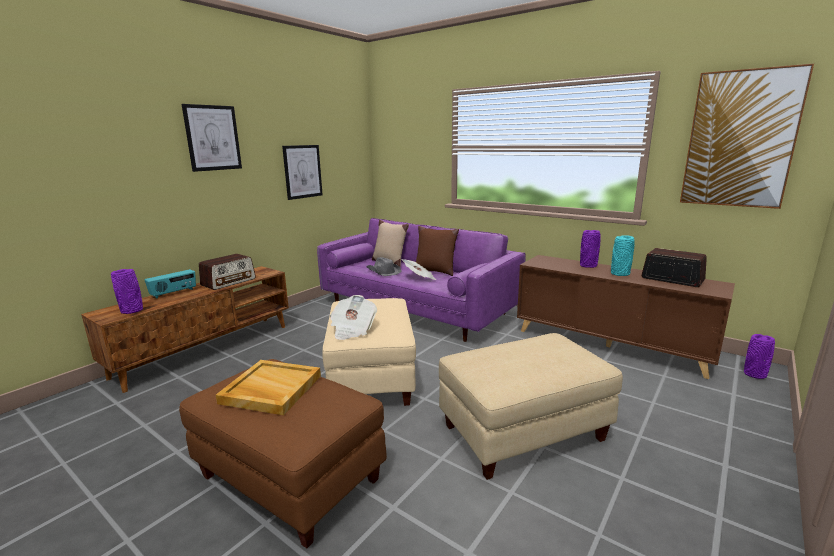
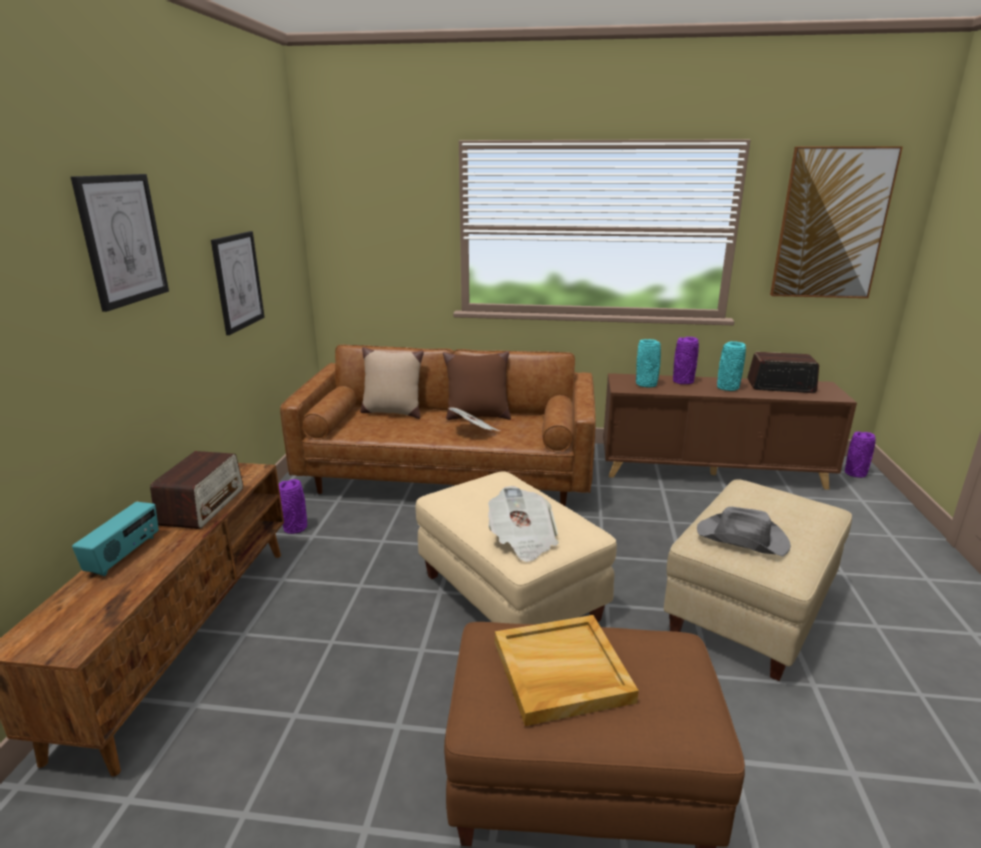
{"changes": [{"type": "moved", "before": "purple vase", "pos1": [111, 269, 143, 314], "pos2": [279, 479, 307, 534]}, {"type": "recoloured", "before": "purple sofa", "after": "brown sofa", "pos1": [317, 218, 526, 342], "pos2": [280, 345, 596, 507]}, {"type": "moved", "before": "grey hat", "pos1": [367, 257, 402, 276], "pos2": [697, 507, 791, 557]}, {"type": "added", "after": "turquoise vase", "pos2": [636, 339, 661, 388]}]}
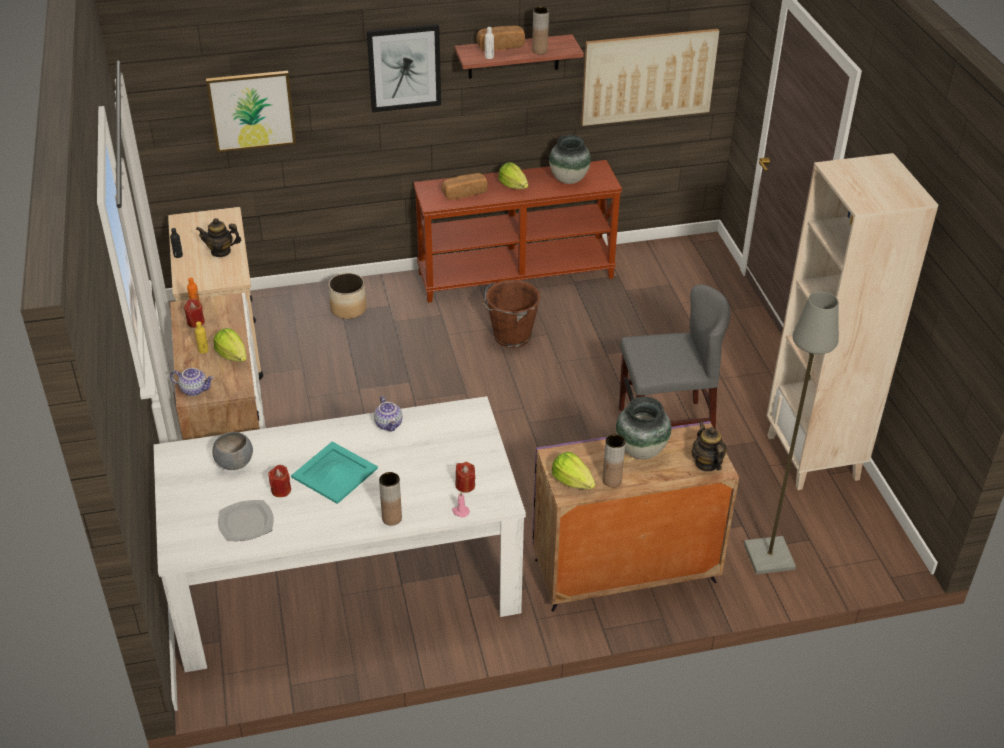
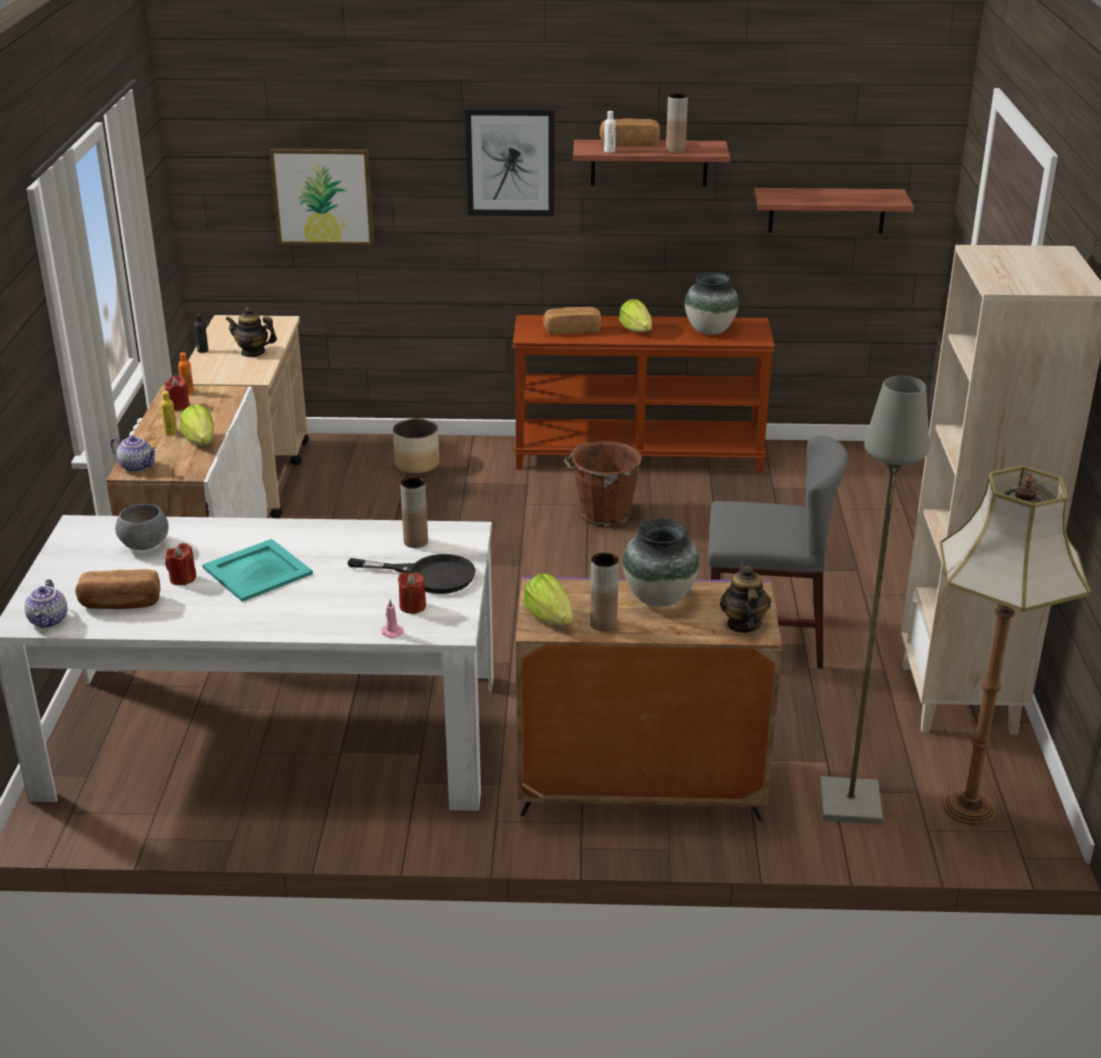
{"changes": [{"type": "replaced", "before": "plate", "after": "bread", "pos1": [218, 500, 274, 541], "pos2": [76, 569, 160, 609]}, {"type": "moved", "before": "teapot", "pos1": [374, 396, 402, 432], "pos2": [24, 579, 67, 628]}, {"type": "moved", "before": "brown vase", "pos1": [379, 472, 402, 526], "pos2": [400, 477, 428, 548]}, {"type": "replaced", "before": "picture", "after": "shelf", "pos1": [581, 29, 719, 126], "pos2": [754, 188, 914, 234]}, {"type": "added", "after": "black frying pan", "pos2": [347, 554, 476, 594]}, {"type": "added", "after": "floor lamp", "pos2": [940, 466, 1090, 826]}]}
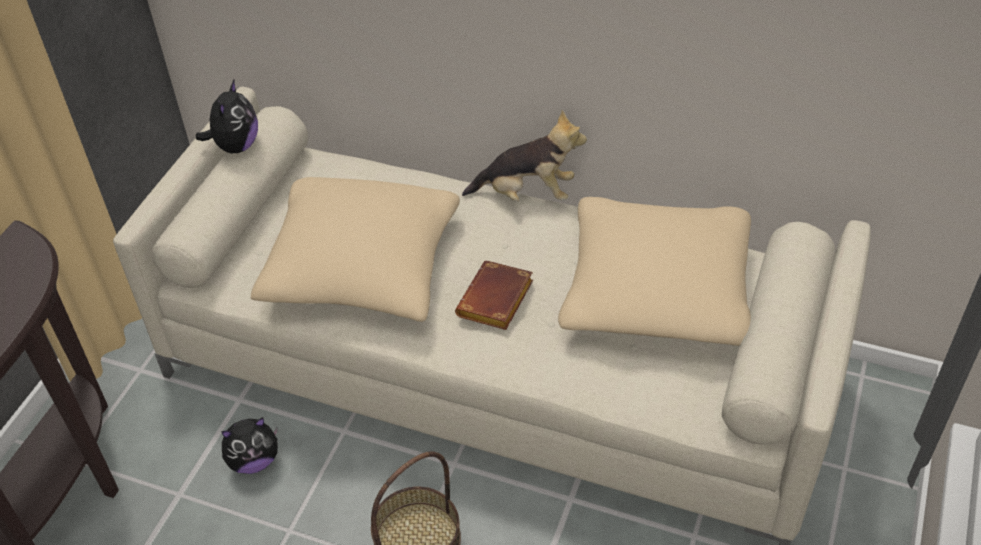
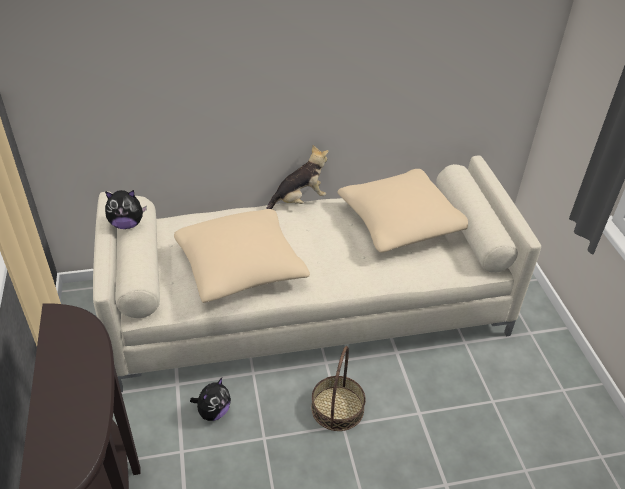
{"changes": [{"type": "turned", "before": "plush toy", "pos1": [196, 80, 258, 153], "pos2": [105, 190, 147, 229], "turn": 105}, {"type": "removed", "before": "brown book", "pos1": [455, 260, 533, 330]}]}
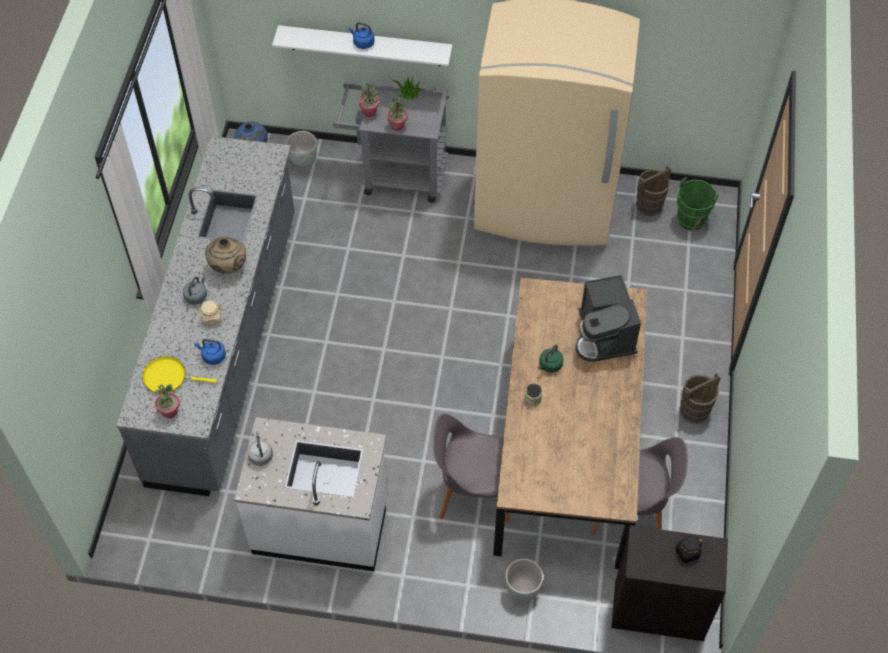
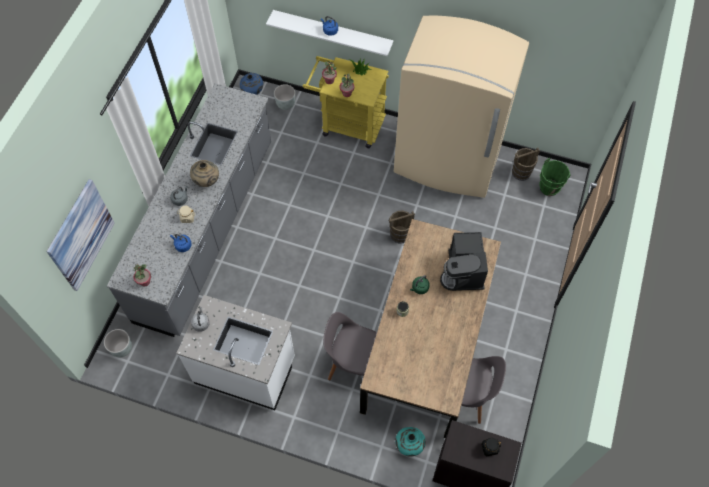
{"changes": [{"type": "removed", "before": "yellow frying pan", "pos1": [142, 356, 217, 394]}, {"type": "recoloured", "before": "grey cart", "after": "yellow cart", "pos1": [333, 80, 449, 203], "pos2": [303, 56, 389, 148]}, {"type": "moved", "before": "grey planter", "pos1": [506, 559, 543, 602], "pos2": [104, 329, 132, 357]}, {"type": "moved", "before": "brown bucket", "pos1": [680, 373, 721, 424], "pos2": [389, 211, 415, 244]}, {"type": "added", "after": "picture", "pos2": [46, 179, 115, 291]}, {"type": "added", "after": "turquoise vase", "pos2": [395, 427, 426, 457]}]}
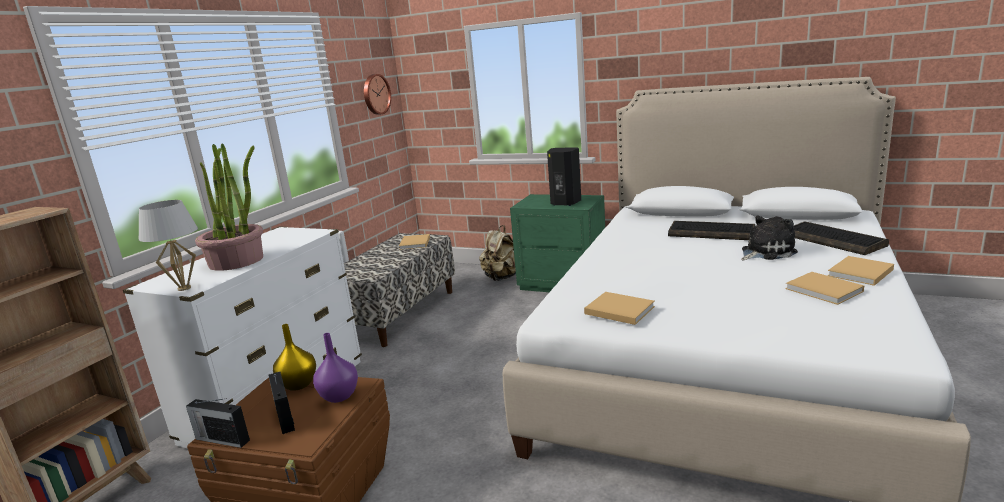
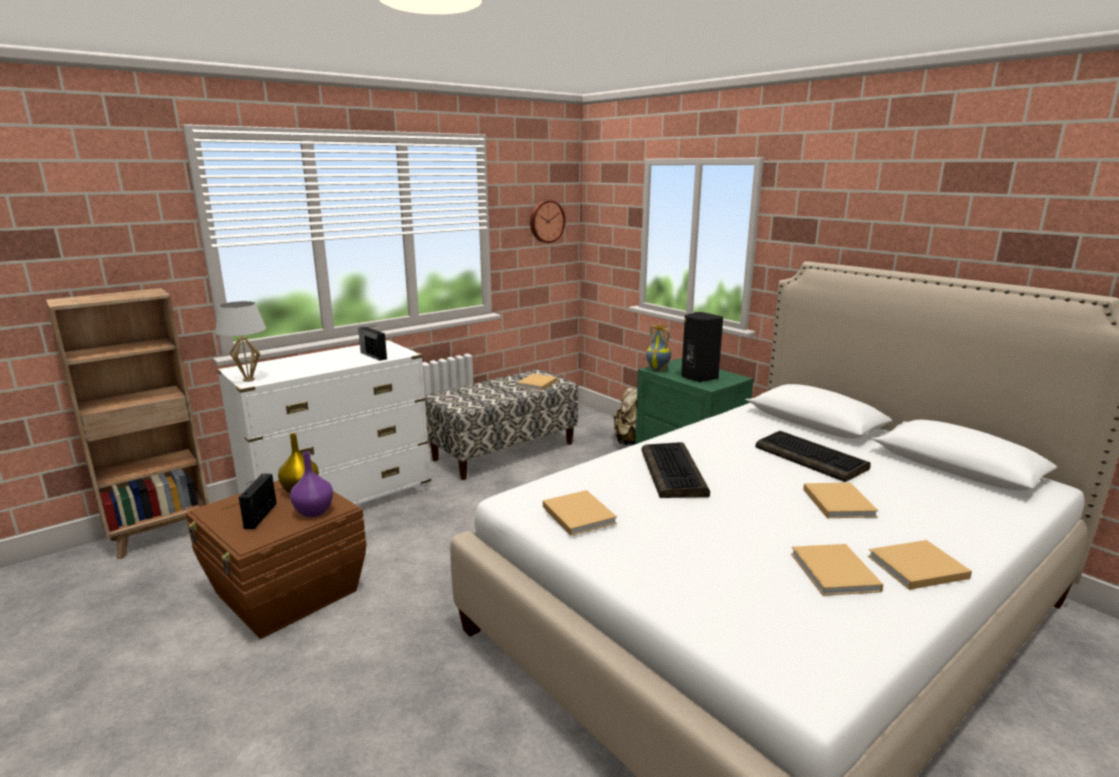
{"changes": [{"type": "moved", "before": "radio", "pos1": [186, 399, 250, 448], "pos2": [358, 325, 387, 361]}, {"type": "removed", "before": "potted plant", "pos1": [195, 144, 263, 271]}, {"type": "replaced", "before": "plush toy", "after": "beige book", "pos1": [741, 216, 798, 261], "pos2": [803, 483, 878, 518]}, {"type": "moved", "before": "keyboard", "pos1": [794, 221, 889, 255], "pos2": [642, 442, 710, 498]}, {"type": "added", "after": "vase", "pos2": [646, 325, 671, 372]}]}
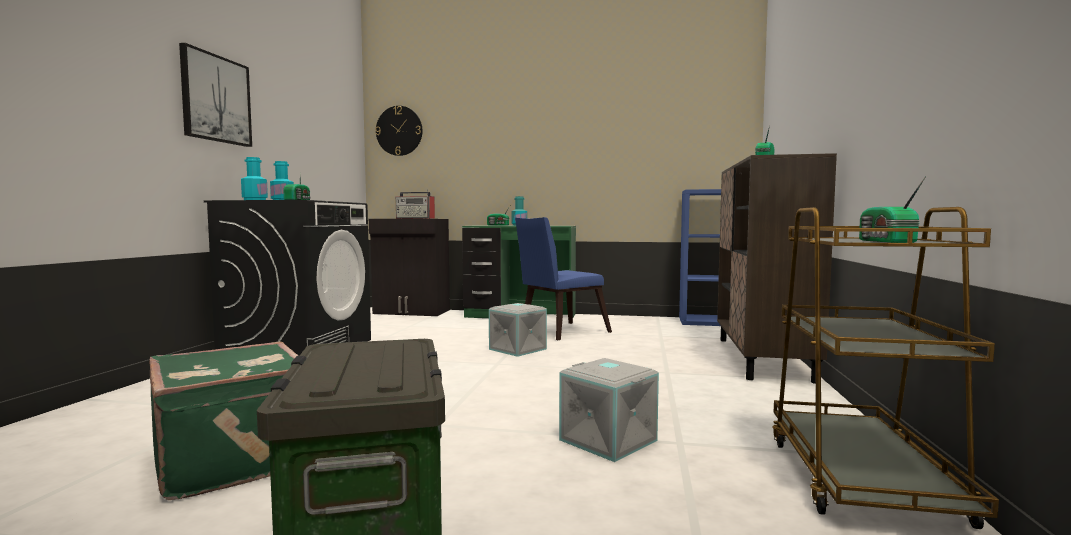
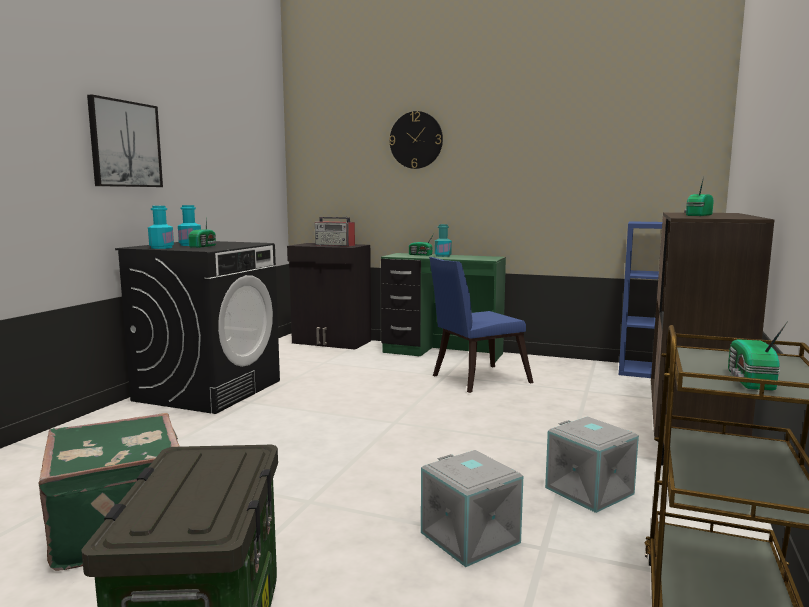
{"changes": [{"type": "moved", "before": "wall clock", "pos1": [375, 106, 422, 156], "pos2": [389, 111, 443, 169]}, {"type": "moved", "before": "grey storage box", "pos1": [489, 303, 547, 357], "pos2": [545, 417, 639, 513]}]}
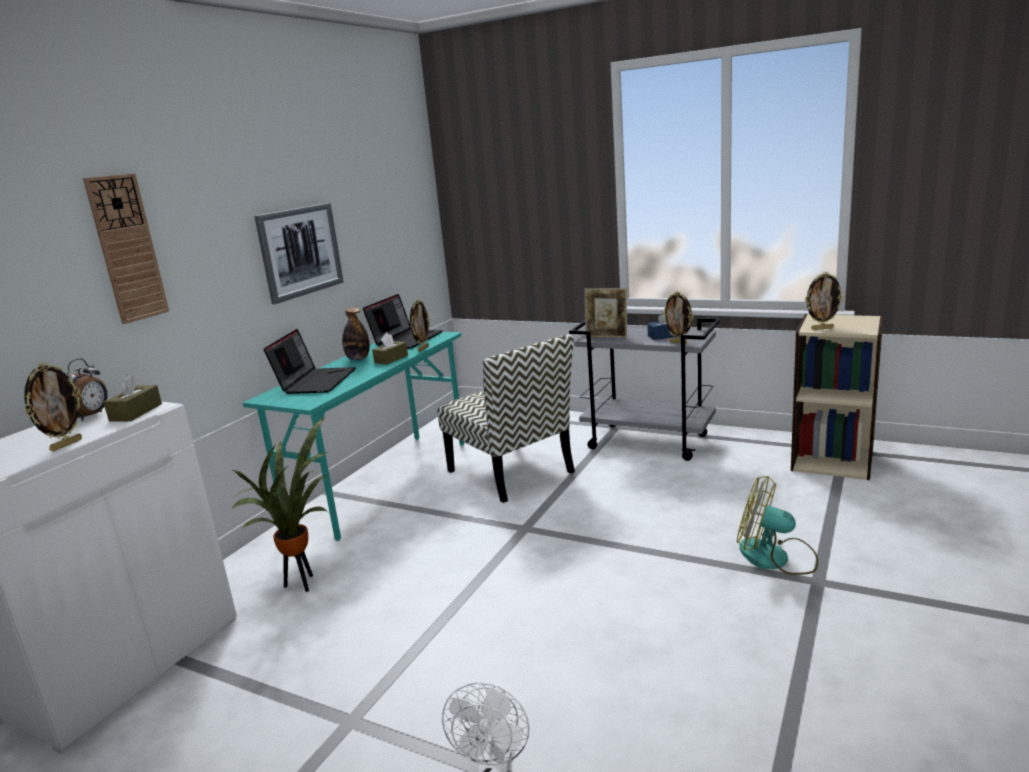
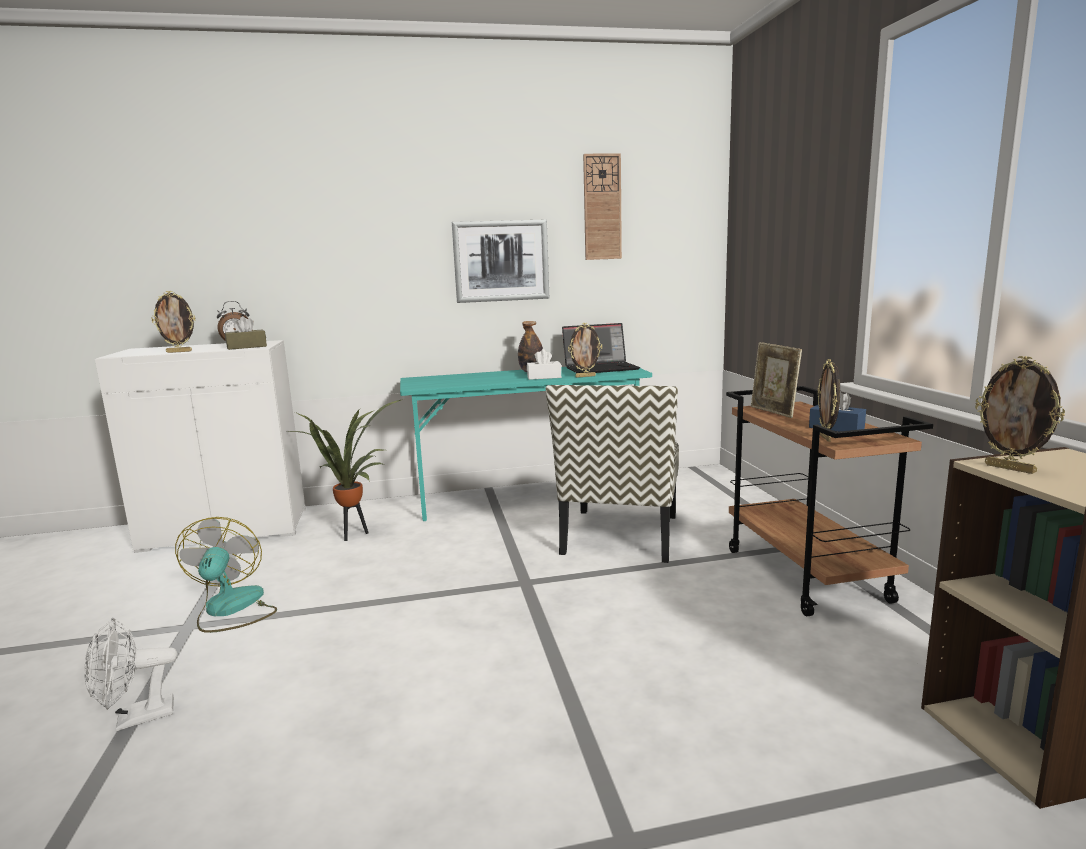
{"changes": [{"type": "moved", "before": "wall clock", "pos1": [83, 173, 169, 324], "pos2": [583, 153, 622, 260]}, {"type": "removed", "before": "laptop", "pos1": [263, 329, 356, 394]}, {"type": "recoloured", "before": "brown tissue box", "after": "white tissue box", "pos1": [372, 333, 408, 365], "pos2": [527, 349, 562, 380]}, {"type": "recoloured", "before": "grey cart", "after": "brown cart", "pos1": [569, 318, 720, 461], "pos2": [726, 386, 933, 616]}, {"type": "moved", "before": "fan", "pos1": [737, 476, 818, 575], "pos2": [175, 517, 277, 633]}]}
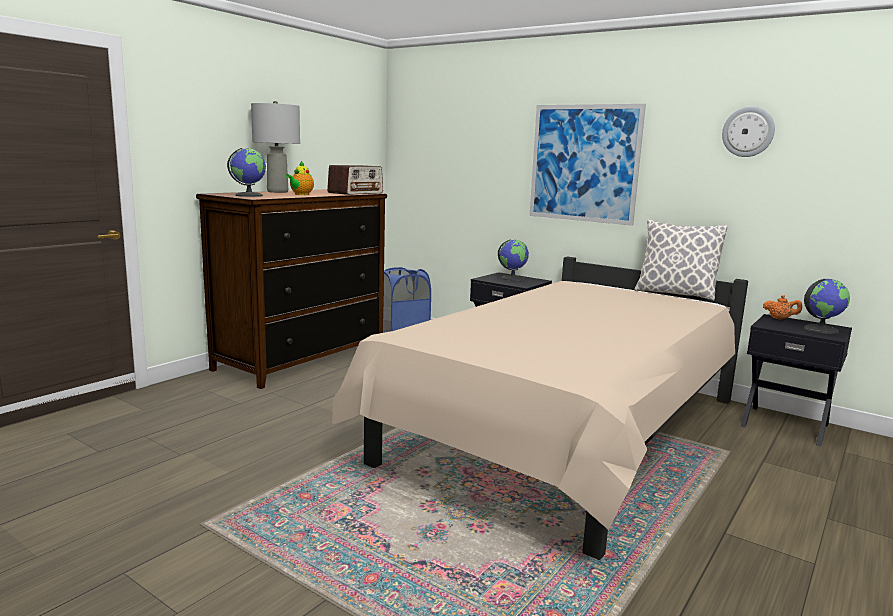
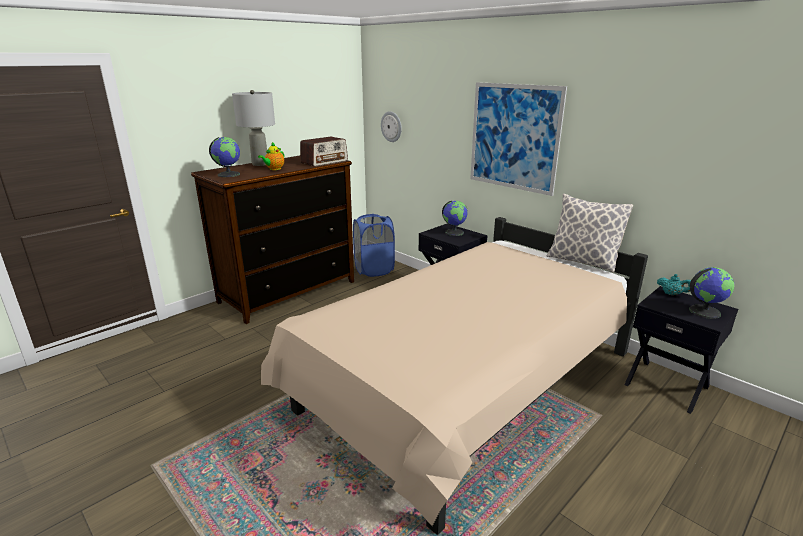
{"changes": [{"type": "moved", "before": "wall clock", "pos1": [722, 107, 775, 157], "pos2": [381, 111, 402, 142]}, {"type": "recoloured", "before": "orange teapot", "after": "turquoise teapot", "pos1": [763, 295, 802, 319], "pos2": [657, 274, 691, 295]}]}
